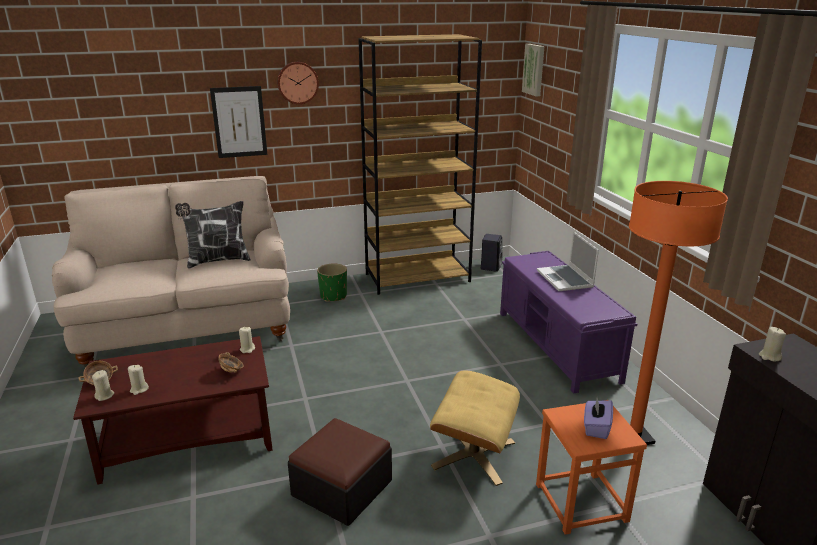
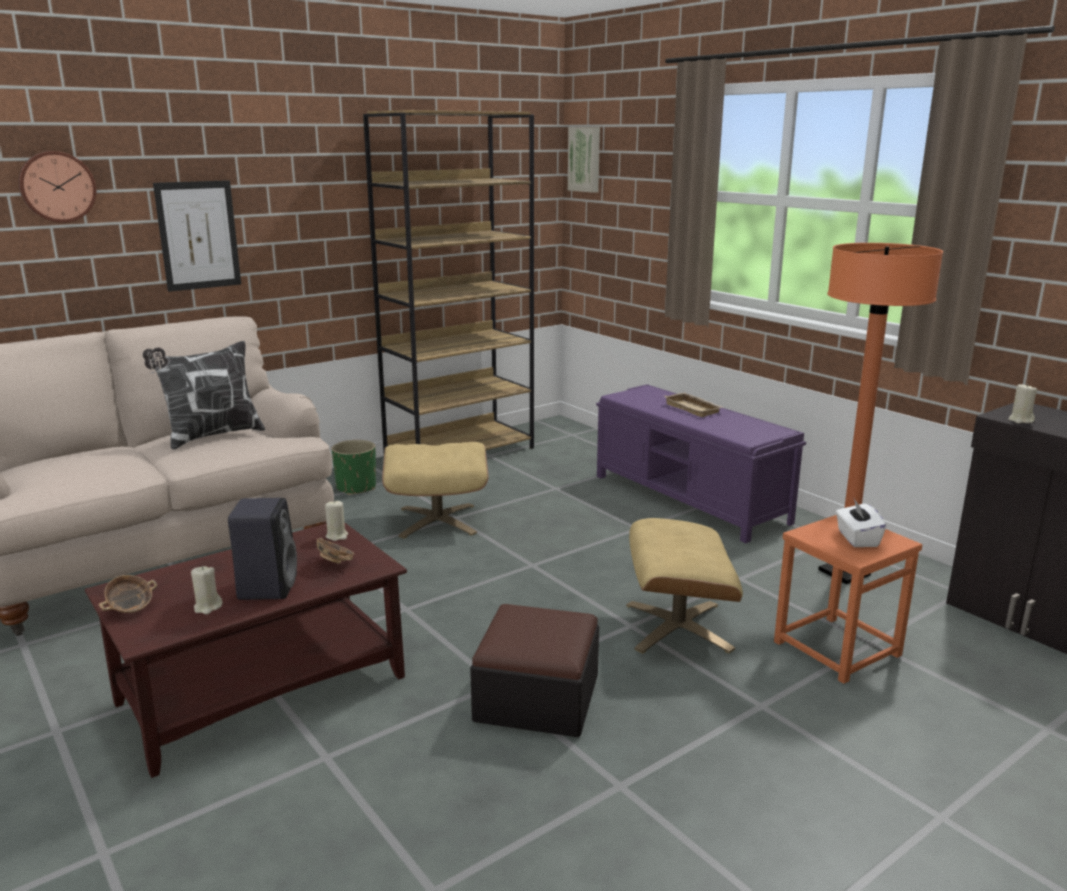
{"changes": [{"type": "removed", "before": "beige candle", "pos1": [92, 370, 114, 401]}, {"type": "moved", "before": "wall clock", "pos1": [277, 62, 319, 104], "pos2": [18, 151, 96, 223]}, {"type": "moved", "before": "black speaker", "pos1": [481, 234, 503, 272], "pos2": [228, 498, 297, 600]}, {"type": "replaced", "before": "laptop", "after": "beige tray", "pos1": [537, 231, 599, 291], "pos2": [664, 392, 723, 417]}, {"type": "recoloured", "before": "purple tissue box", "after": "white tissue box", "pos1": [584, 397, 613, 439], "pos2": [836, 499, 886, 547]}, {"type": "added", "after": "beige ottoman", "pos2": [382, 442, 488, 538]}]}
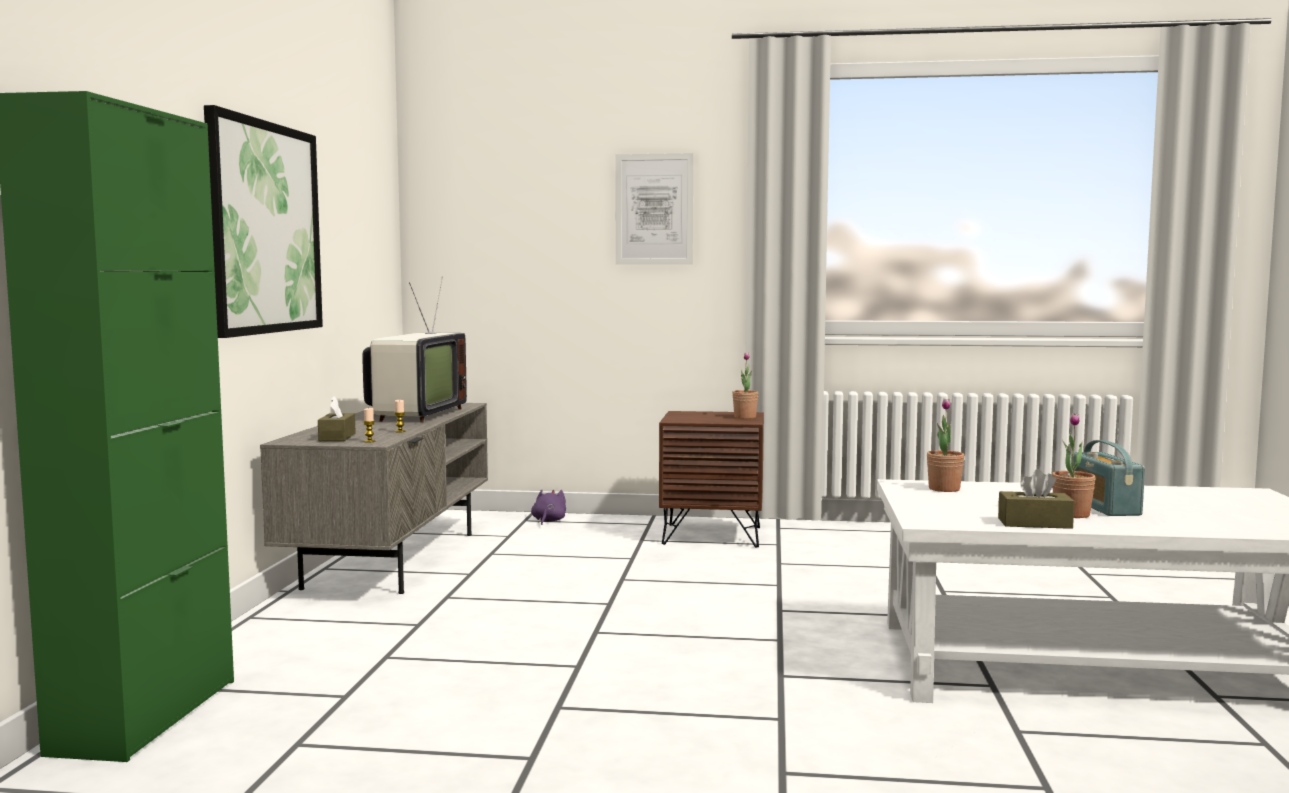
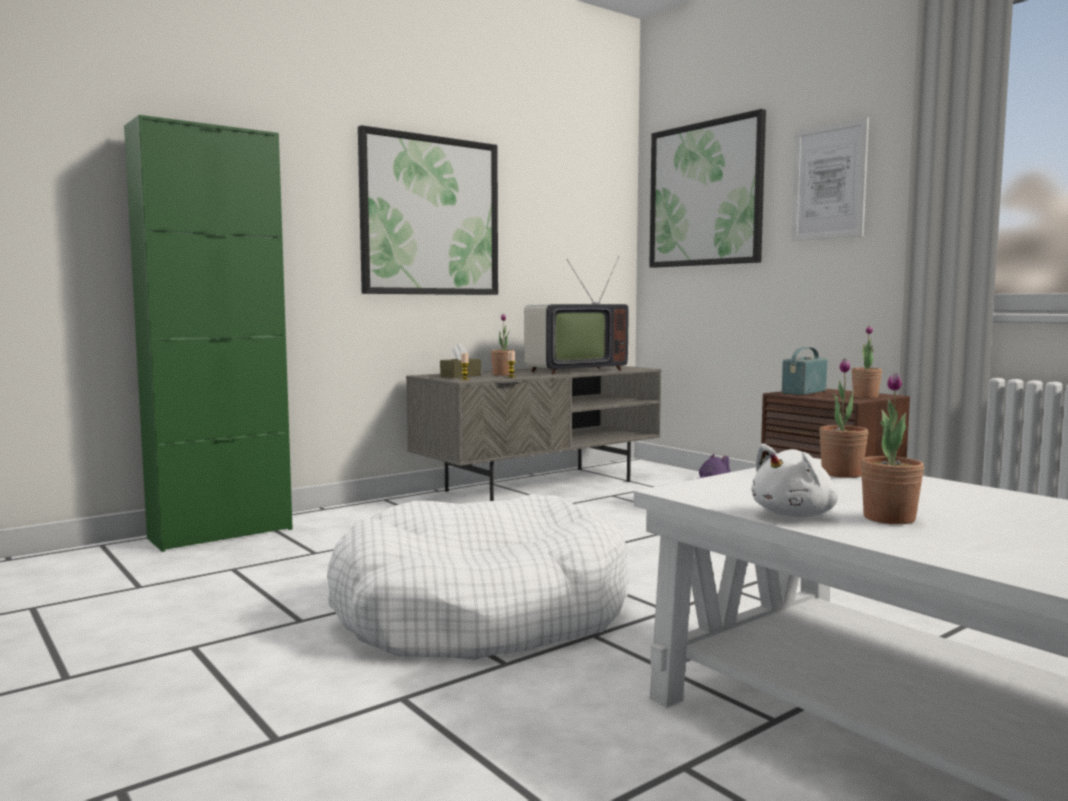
{"changes": [{"type": "replaced", "before": "brown tissue box", "after": "white plush toy", "pos1": [998, 469, 1074, 529], "pos2": [751, 444, 838, 517]}, {"type": "moved", "before": "radio", "pos1": [1071, 440, 1145, 516], "pos2": [782, 347, 827, 395]}, {"type": "added", "after": "white dog bed", "pos2": [327, 494, 629, 660]}, {"type": "added", "after": "potted plant", "pos2": [491, 314, 514, 376]}, {"type": "added", "after": "picture", "pos2": [649, 109, 766, 268]}]}
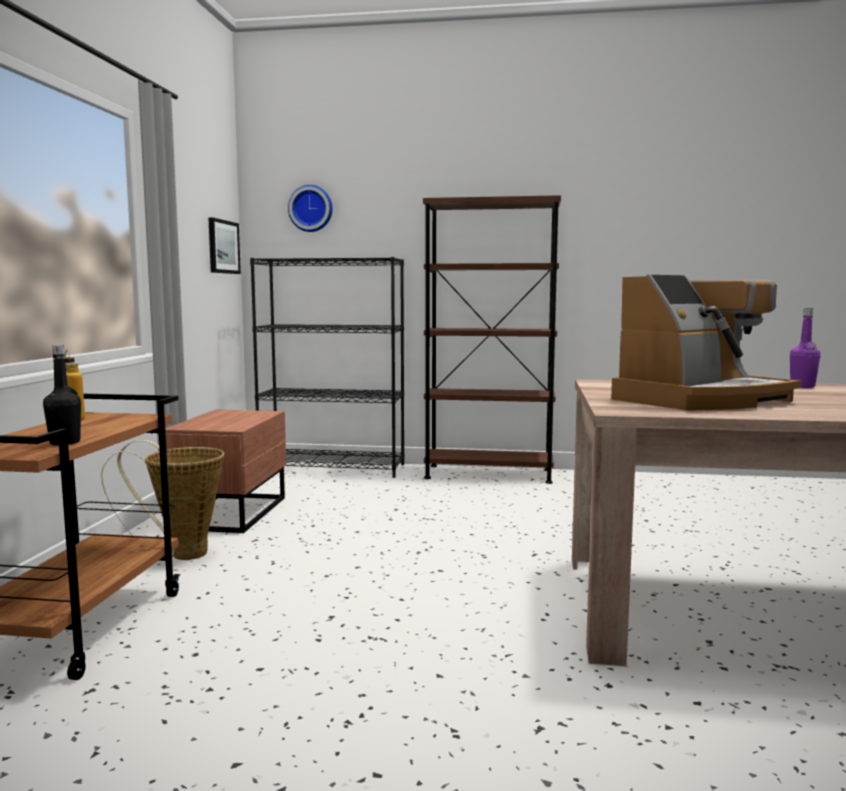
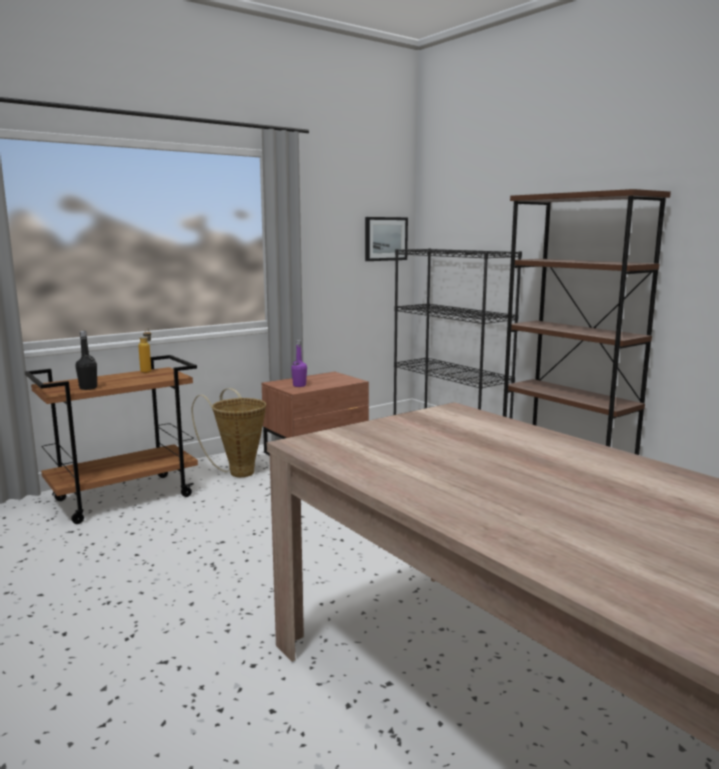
{"changes": [{"type": "removed", "before": "wall clock", "pos1": [288, 185, 332, 232]}, {"type": "removed", "before": "coffee machine", "pos1": [611, 275, 801, 410]}, {"type": "moved", "before": "purple bottle", "pos1": [790, 308, 820, 388], "pos2": [291, 340, 307, 387]}]}
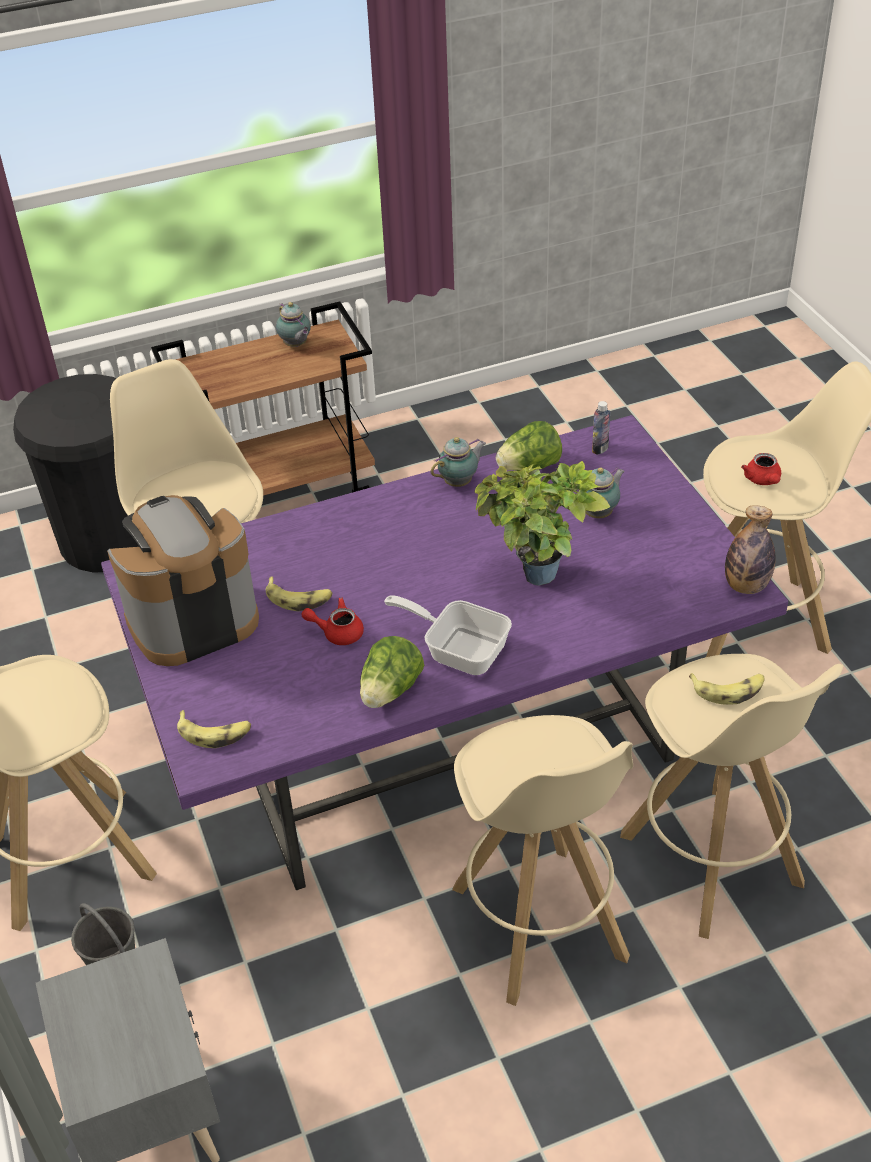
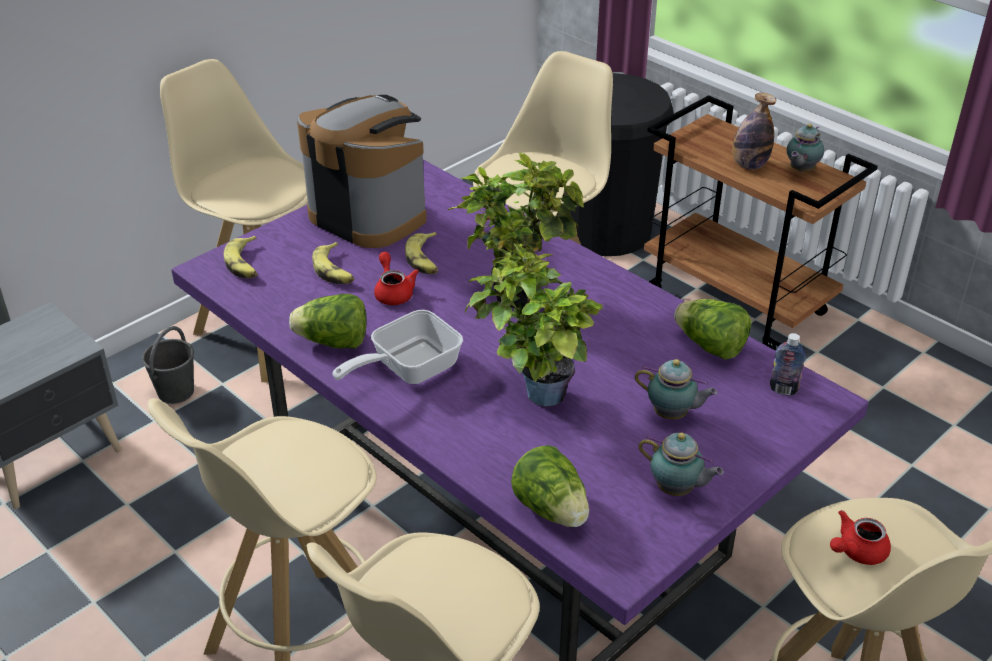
{"changes": [{"type": "turned", "before": "frying pan", "pos1": [384, 595, 512, 675], "pos2": [332, 310, 463, 384], "turn": -135}, {"type": "moved", "before": "teapot", "pos1": [431, 437, 486, 487], "pos2": [638, 433, 724, 496]}, {"type": "moved", "before": "banana", "pos1": [689, 673, 764, 705], "pos2": [312, 242, 354, 284]}, {"type": "moved", "before": "bottle", "pos1": [725, 505, 776, 594], "pos2": [732, 93, 776, 169]}, {"type": "added", "after": "potted plant", "pos2": [447, 153, 584, 308]}, {"type": "added", "after": "lettuce", "pos2": [511, 445, 589, 527]}]}
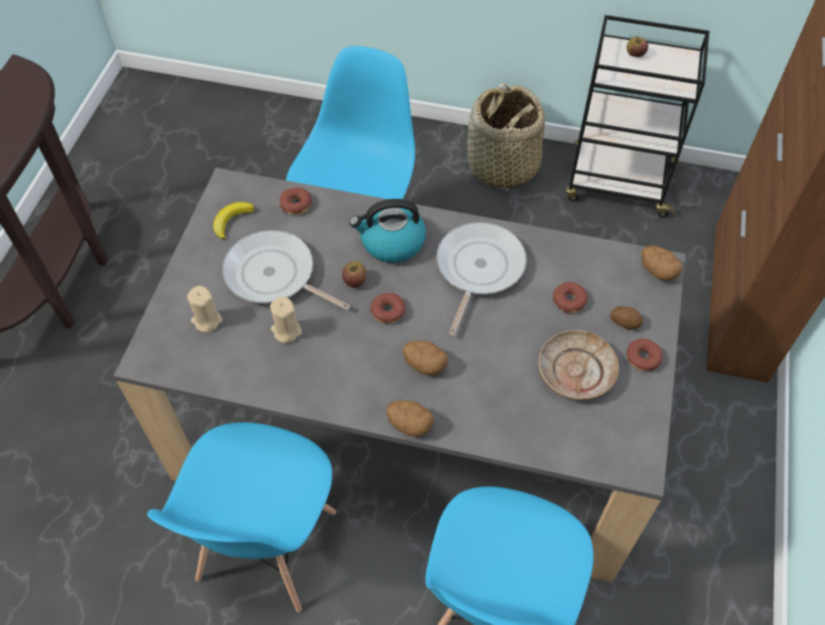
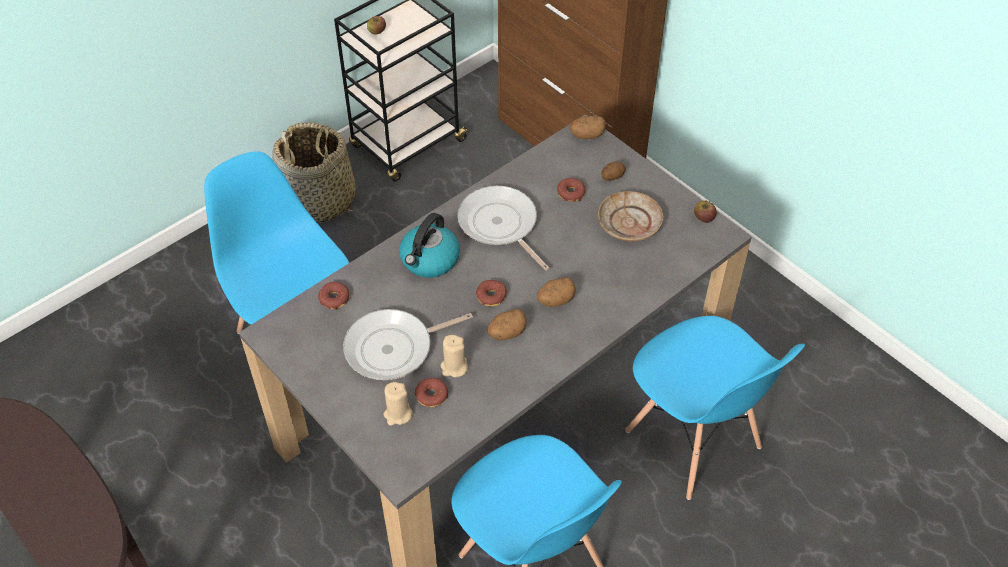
{"changes": [{"type": "removed", "before": "banana", "pos1": [213, 202, 254, 240]}, {"type": "moved", "before": "apple", "pos1": [342, 261, 366, 288], "pos2": [694, 200, 717, 223]}, {"type": "moved", "before": "potato", "pos1": [386, 400, 434, 437], "pos2": [488, 309, 527, 340]}, {"type": "moved", "before": "donut", "pos1": [627, 339, 663, 371], "pos2": [414, 378, 448, 407]}]}
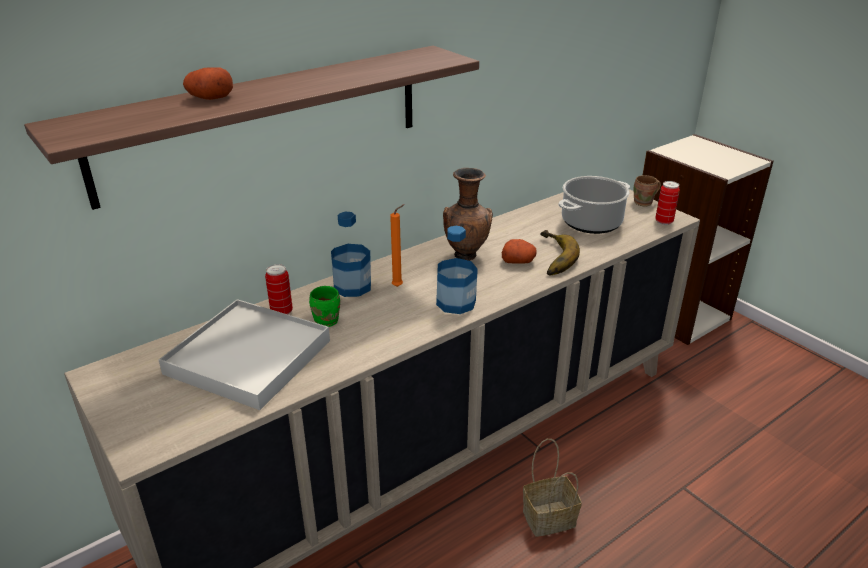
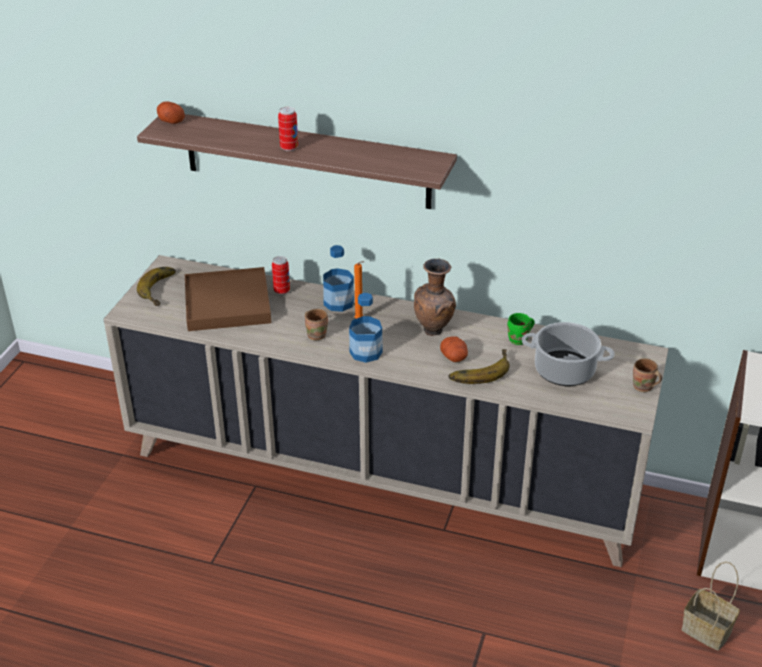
{"changes": [{"type": "recoloured", "before": "white tray", "after": "brown tray", "pos1": [159, 299, 330, 410], "pos2": [185, 267, 271, 331]}, {"type": "moved", "before": "potato", "pos1": [183, 67, 233, 100], "pos2": [157, 101, 185, 124]}, {"type": "moved", "before": "green mug", "pos1": [309, 286, 340, 327], "pos2": [507, 313, 535, 345]}, {"type": "moved", "before": "basket", "pos1": [523, 439, 582, 537], "pos2": [682, 562, 740, 651]}, {"type": "moved", "before": "can", "pos1": [655, 181, 680, 225], "pos2": [278, 107, 298, 151]}, {"type": "added", "after": "banana", "pos2": [137, 267, 176, 306]}, {"type": "added", "after": "brown mug", "pos2": [305, 309, 328, 340]}]}
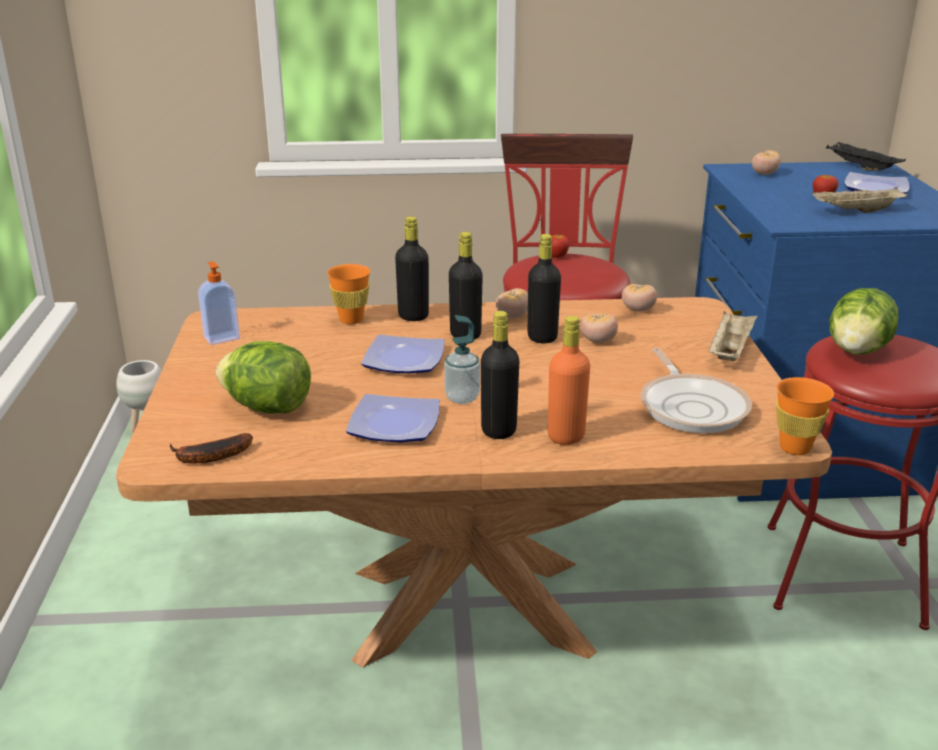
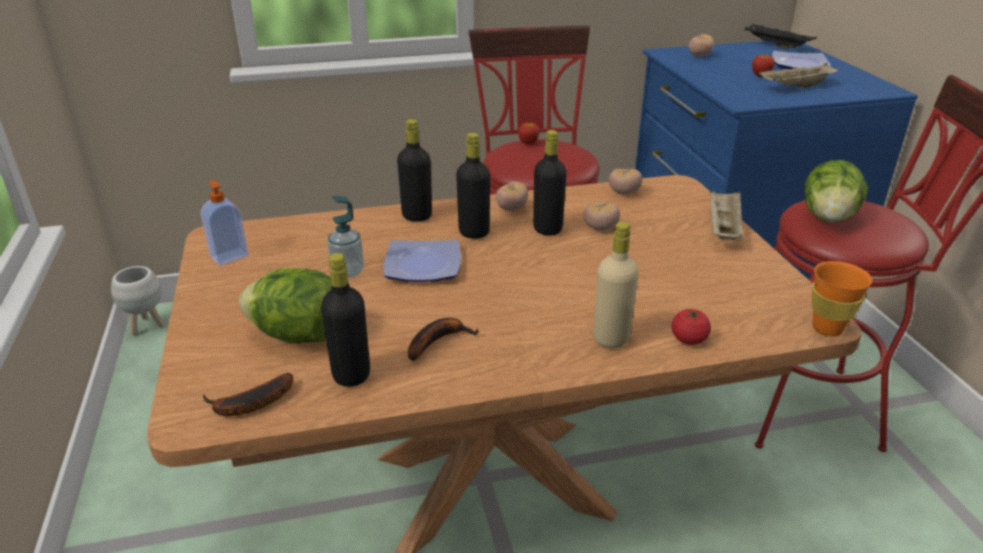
{"changes": [{"type": "removed", "before": "orange cup", "pos1": [327, 264, 370, 324]}, {"type": "replaced", "before": "plate", "after": "banana", "pos1": [346, 394, 440, 442], "pos2": [408, 318, 479, 361]}, {"type": "moved", "before": "soap dispenser", "pos1": [444, 315, 480, 404], "pos2": [327, 196, 364, 278]}, {"type": "moved", "before": "black bottle", "pos1": [481, 311, 519, 439], "pos2": [321, 253, 370, 387]}, {"type": "recoloured", "before": "orange bottle", "after": "beige bottle", "pos1": [548, 316, 590, 445], "pos2": [593, 222, 639, 349]}, {"type": "removed", "before": "frying pan", "pos1": [640, 348, 752, 433]}, {"type": "added", "after": "tomato", "pos2": [672, 309, 711, 345]}]}
